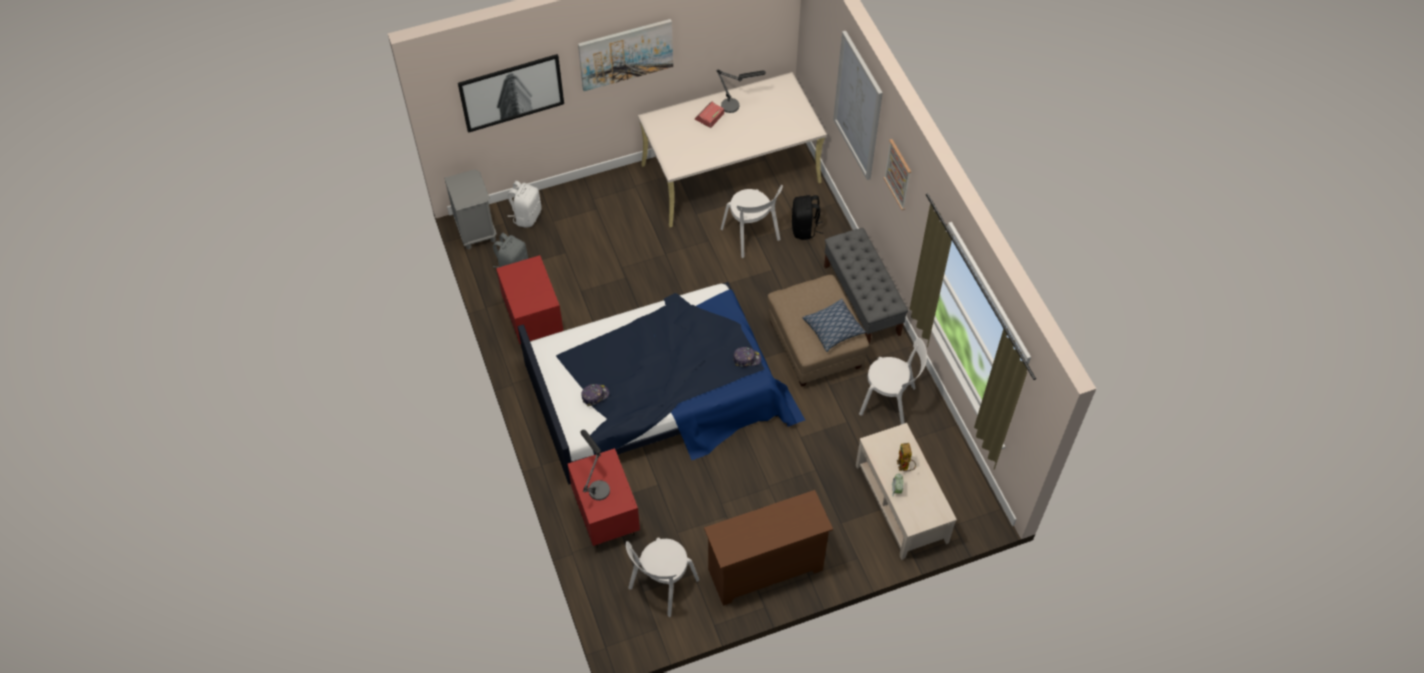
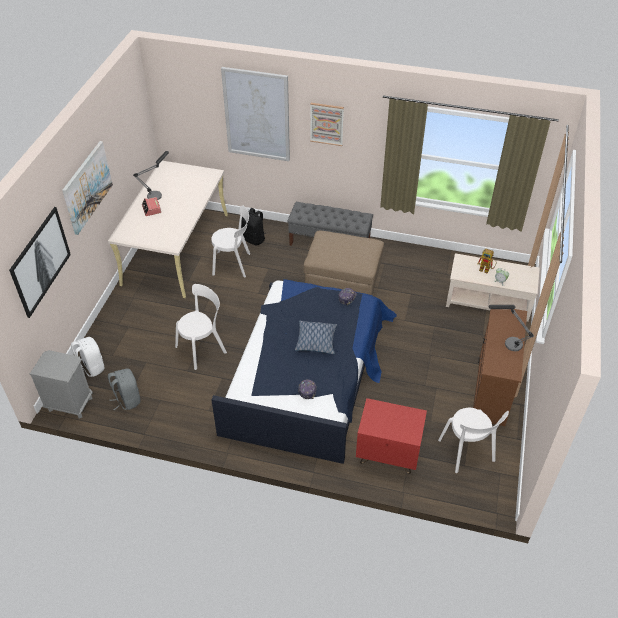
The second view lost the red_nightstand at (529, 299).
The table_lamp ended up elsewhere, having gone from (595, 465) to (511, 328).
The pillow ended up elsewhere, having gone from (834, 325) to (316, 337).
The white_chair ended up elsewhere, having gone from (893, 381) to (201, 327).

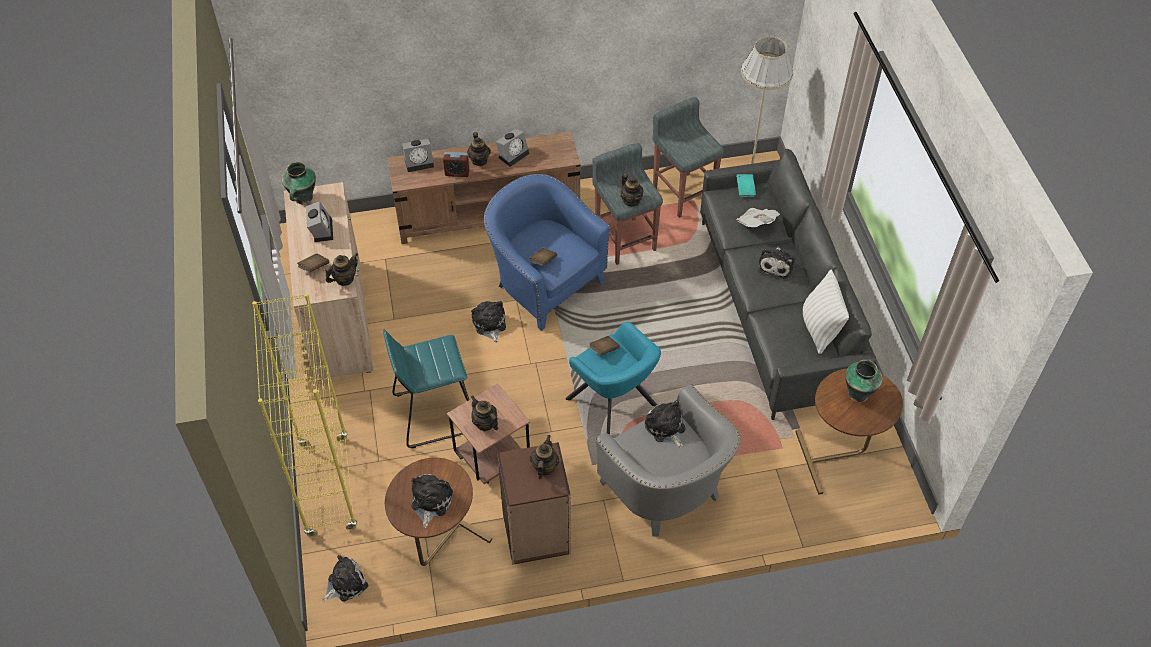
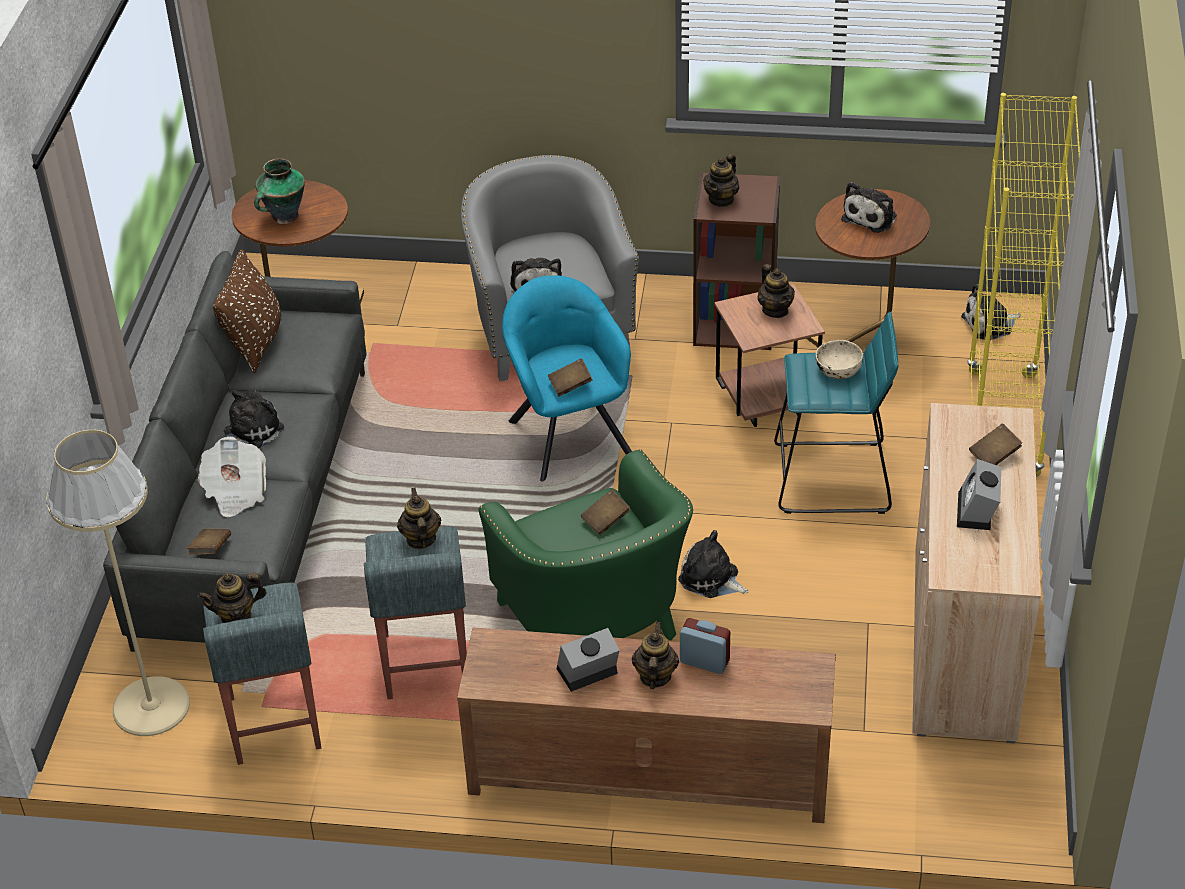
The second view lost the vase at (299, 183).
The teapot ended up elsewhere, having gone from (341, 269) to (232, 598).
The second view lost the alarm_clock at (418, 155).
The plush_toy at (488, 322) ended up facing another way, 120 degrees clockwise from before.
What was the blue_armchair at (547, 252) turned into the green_armchair at (585, 545).
What was the turquoise_book at (746, 185) turned into the brown_book at (209, 542).
What was the white_pillow at (826, 312) turned into the brown_pillow at (247, 311).
The second view gained the beige_bowl at (839, 359).

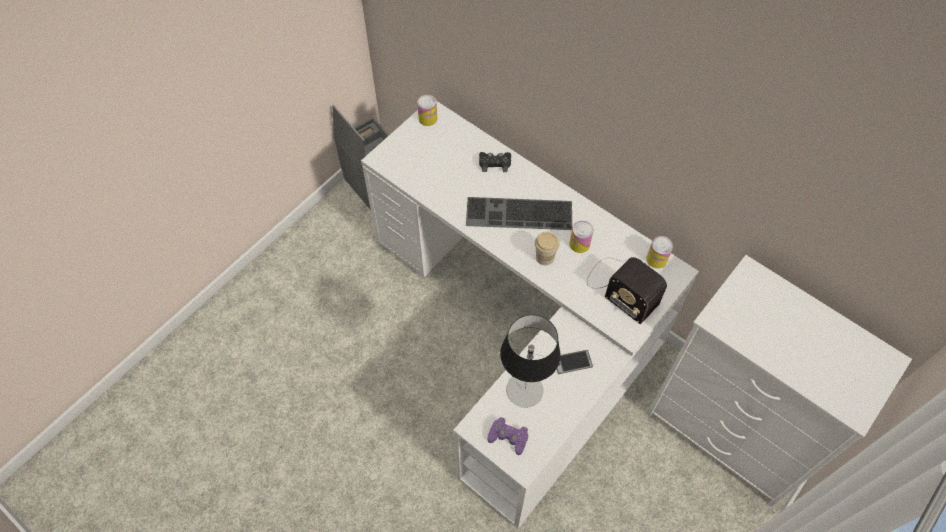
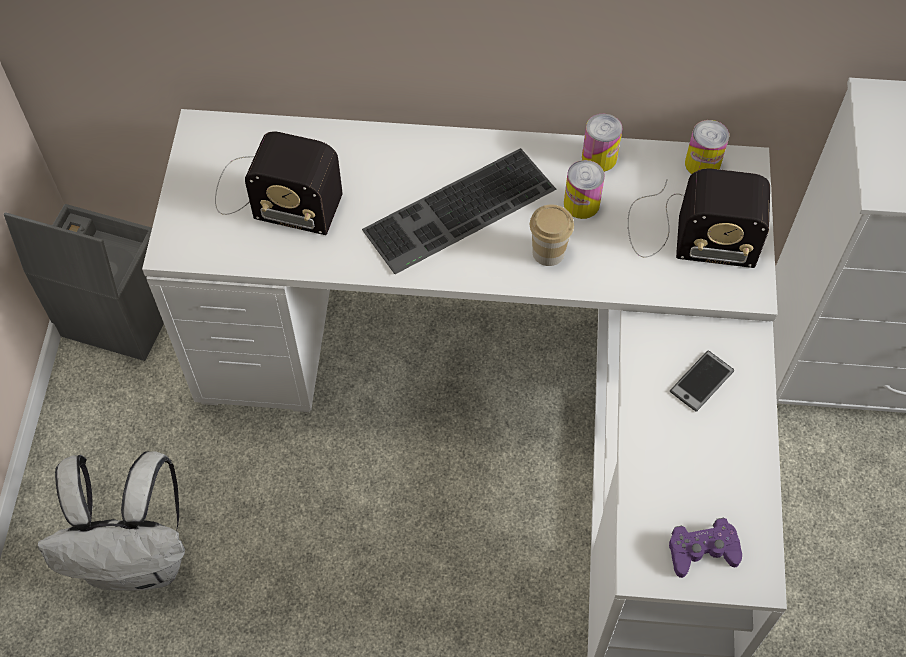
The can ended up elsewhere, having gone from (427, 110) to (602, 143).
The second view lost the black_game_controller at (495, 162).
The second view lost the table_lamp at (530, 361).
The second view gained the white_backpack at (111, 521).
The second view gained the radio at (279, 183).

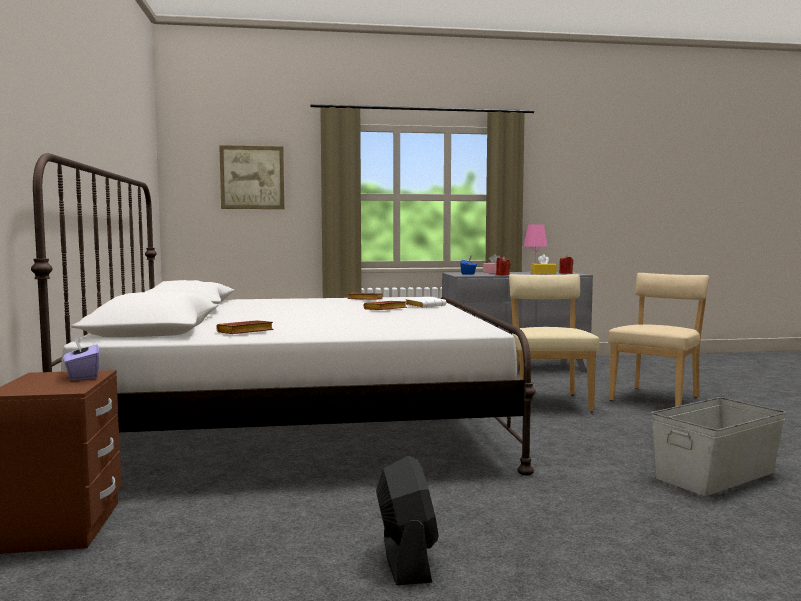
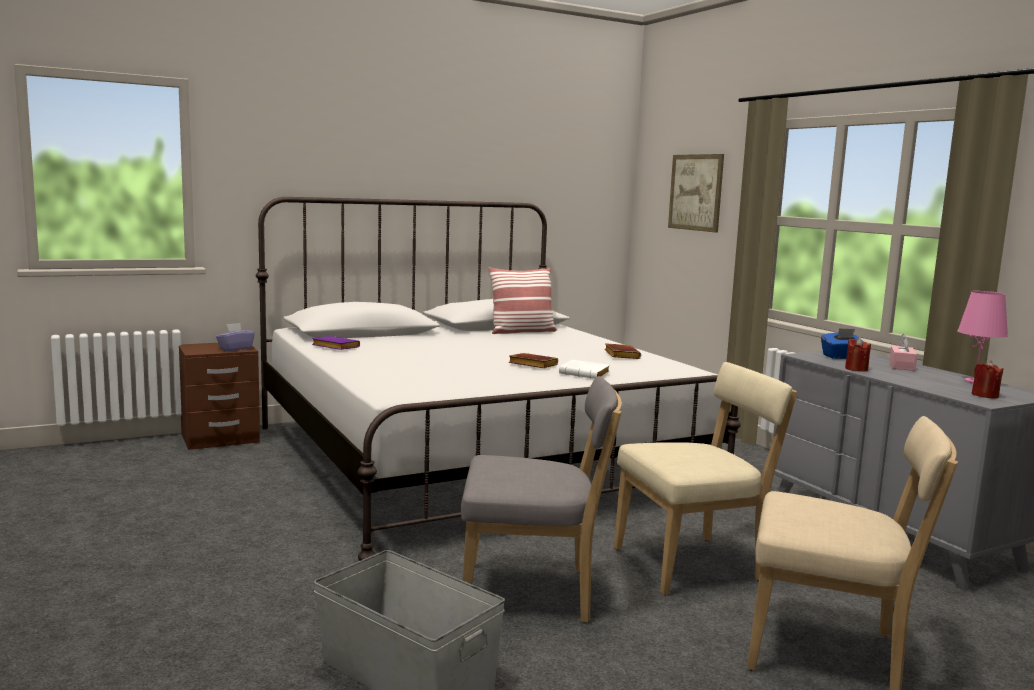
What was the brown_book at (245, 327) turned into the purple_book at (336, 343).
The second view lost the black_fan at (407, 520).
The second view lost the yellow_tissue_box at (544, 264).
The second view gained the grey_chair at (541, 499).
The second view gained the pillow at (522, 300).

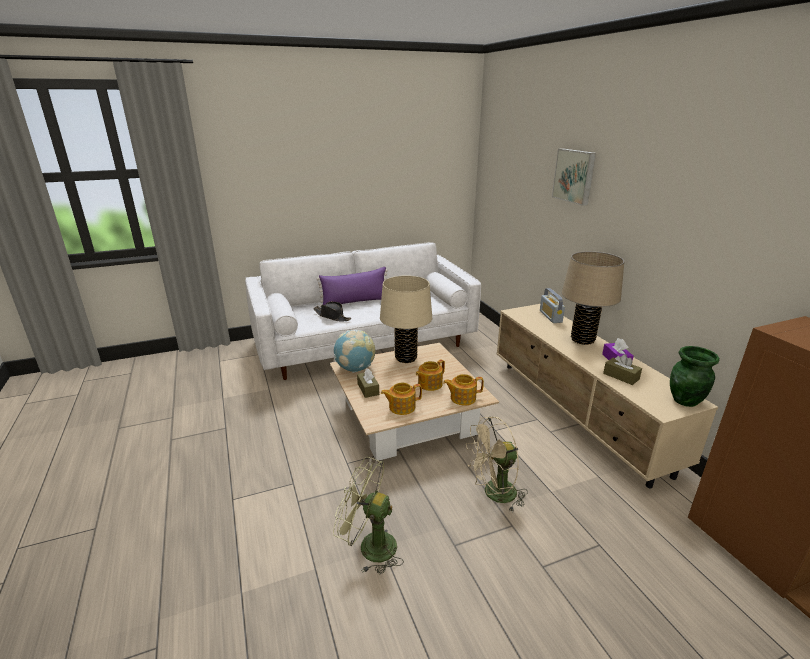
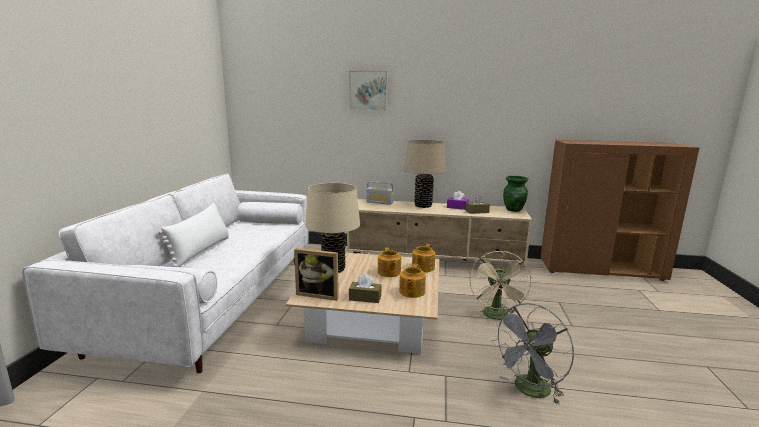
The second view lost the black_hat at (332, 311).
What was the purple_pillow at (352, 287) turned into the white_pillow at (193, 235).
What was the green_fan at (368, 515) turned into the grey_fan at (532, 354).
Where the globe stood at (355, 351), the picture_frame came to stand at (316, 274).

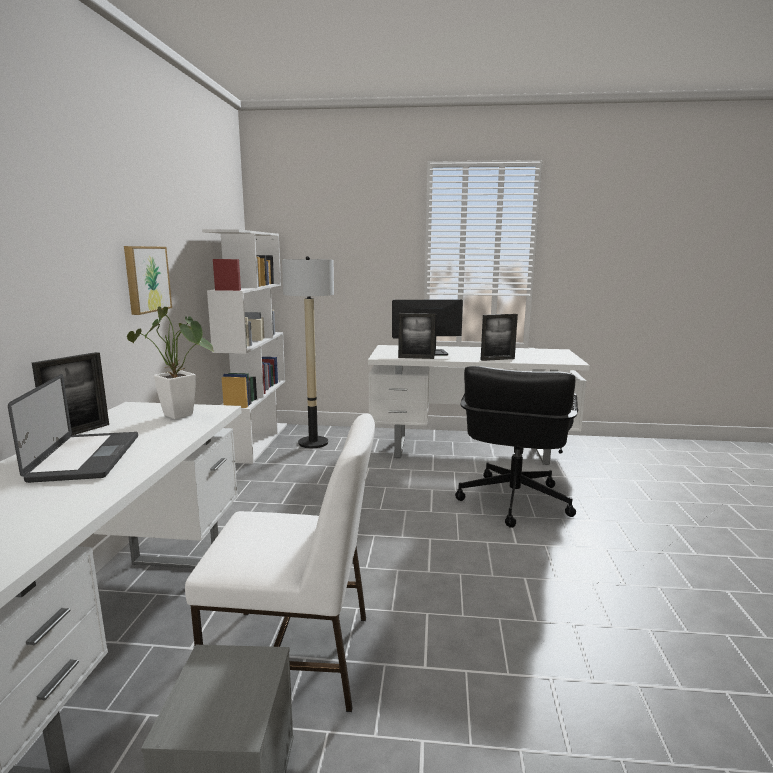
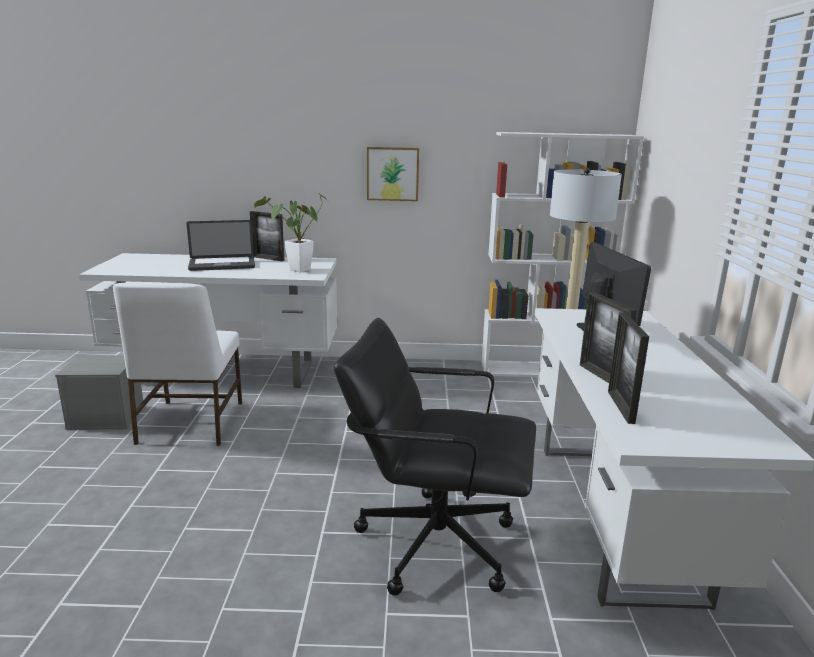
The picture_frame ended up elsewhere, having gone from (416, 336) to (628, 368).

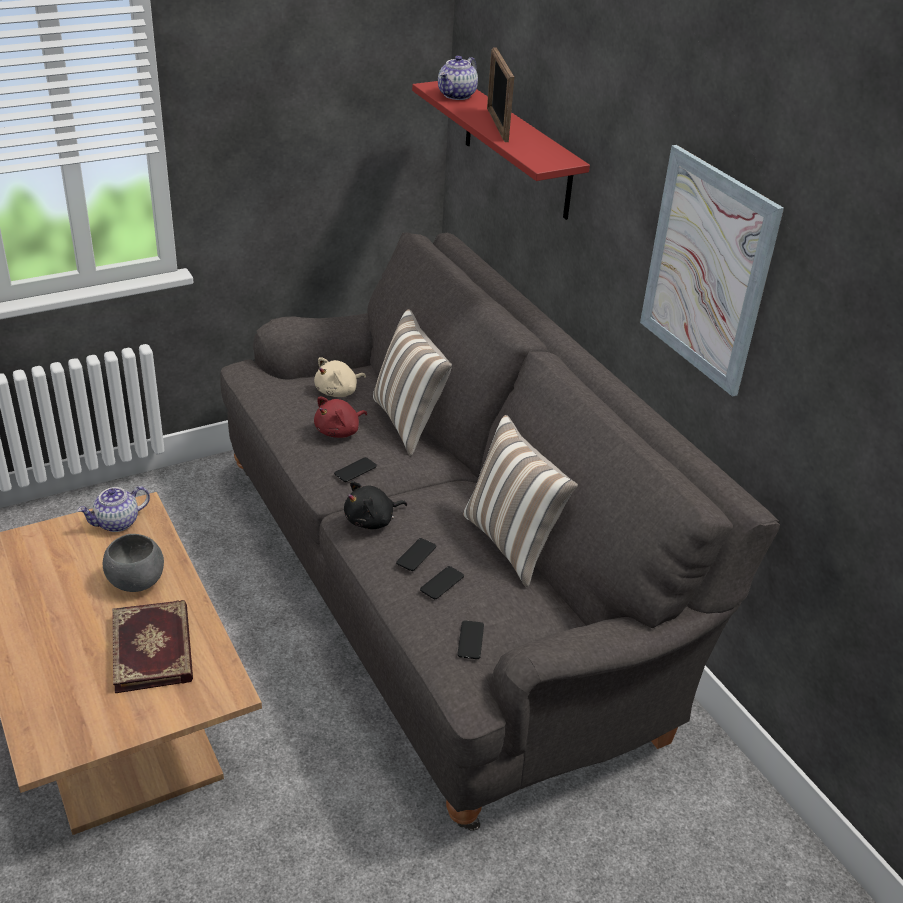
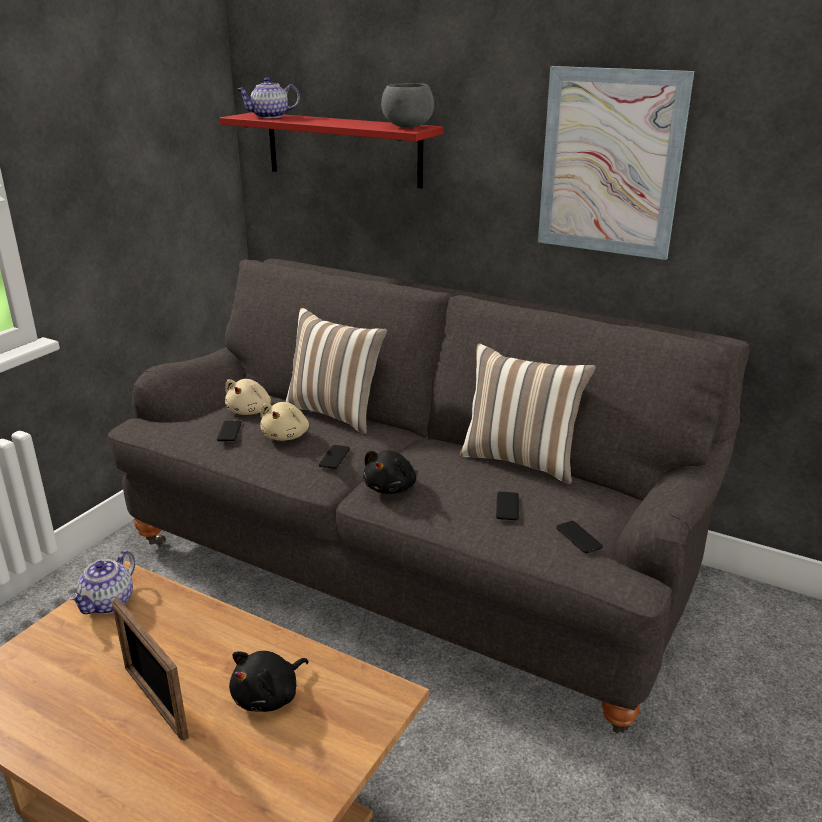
The grey_bowl ended up elsewhere, having gone from (133, 563) to (407, 105).
Where the book stood at (152, 646), the black_plush_toy came to stand at (269, 681).
What was the red_plush_toy at (340, 417) turned into the beige_plush_toy at (284, 421).
The phone ended up elsewhere, having gone from (416, 554) to (229, 431).
The teapot at (458, 78) ended up facing another way, 75 degrees clockwise from before.
The picture_frame ended up elsewhere, having gone from (500, 94) to (150, 669).

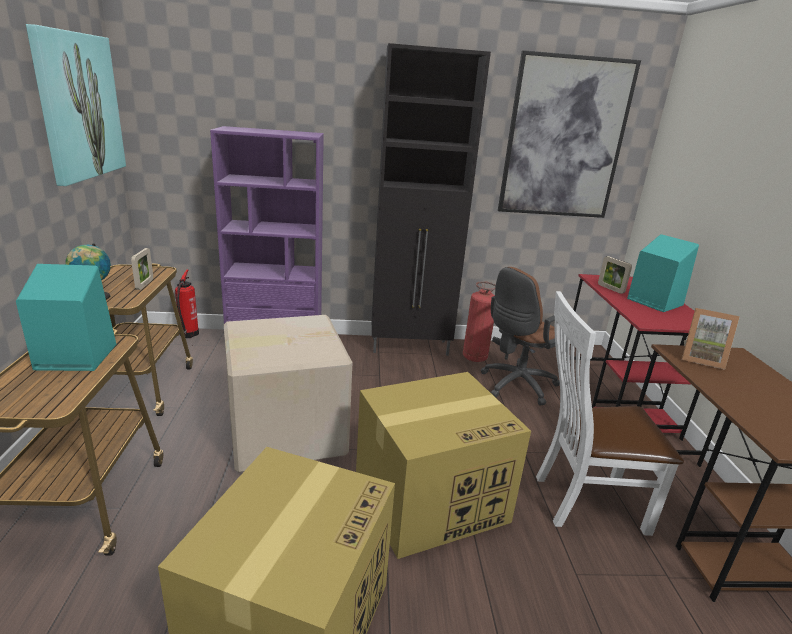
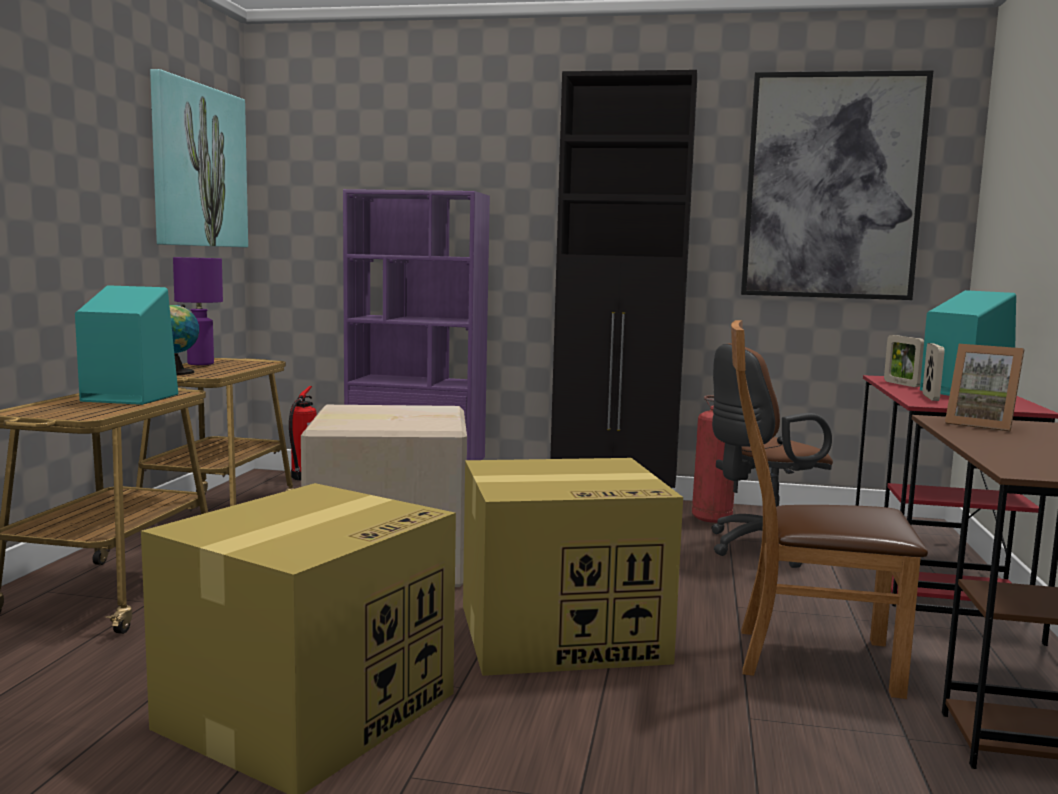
The picture_frame ended up elsewhere, having gone from (142, 269) to (933, 372).
What was the white_chair at (610, 413) turned into the brown_chair at (829, 509).
The second view gained the purple_table_lamp at (198, 311).

